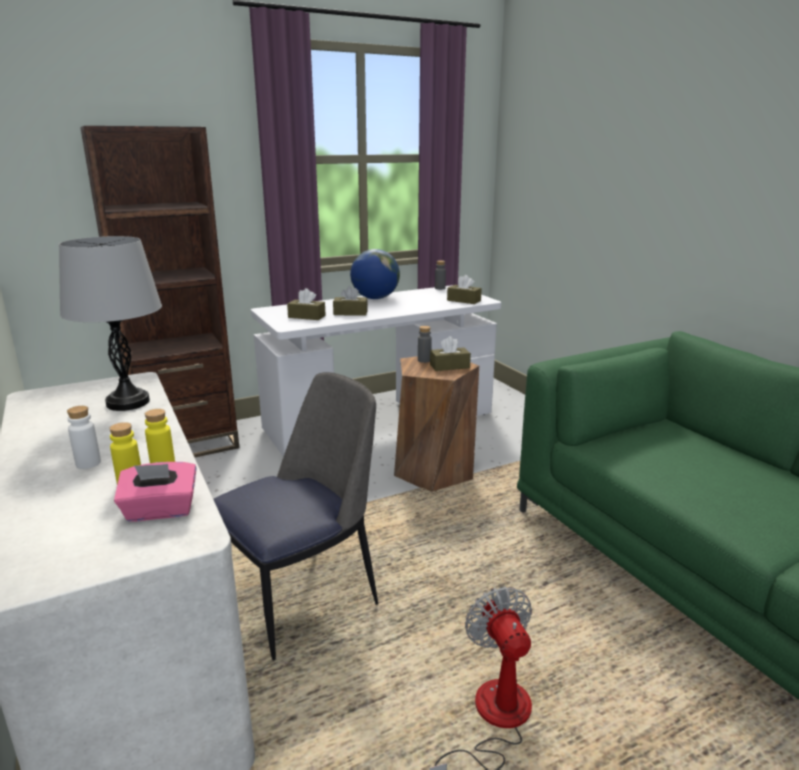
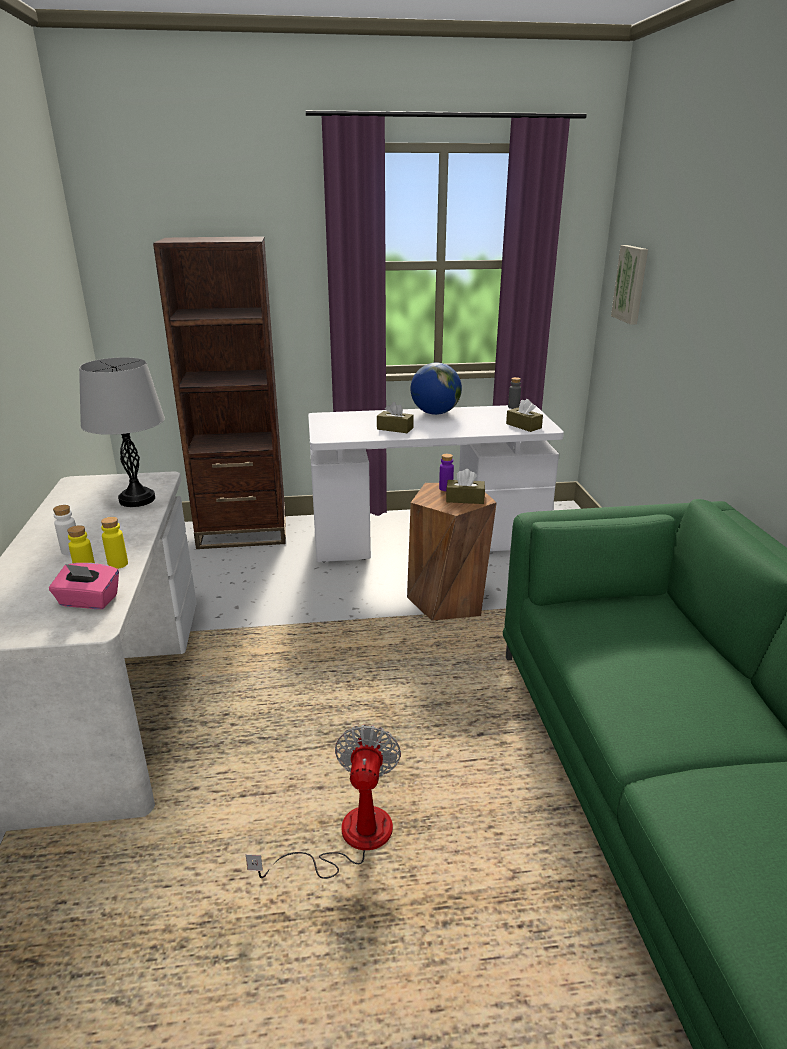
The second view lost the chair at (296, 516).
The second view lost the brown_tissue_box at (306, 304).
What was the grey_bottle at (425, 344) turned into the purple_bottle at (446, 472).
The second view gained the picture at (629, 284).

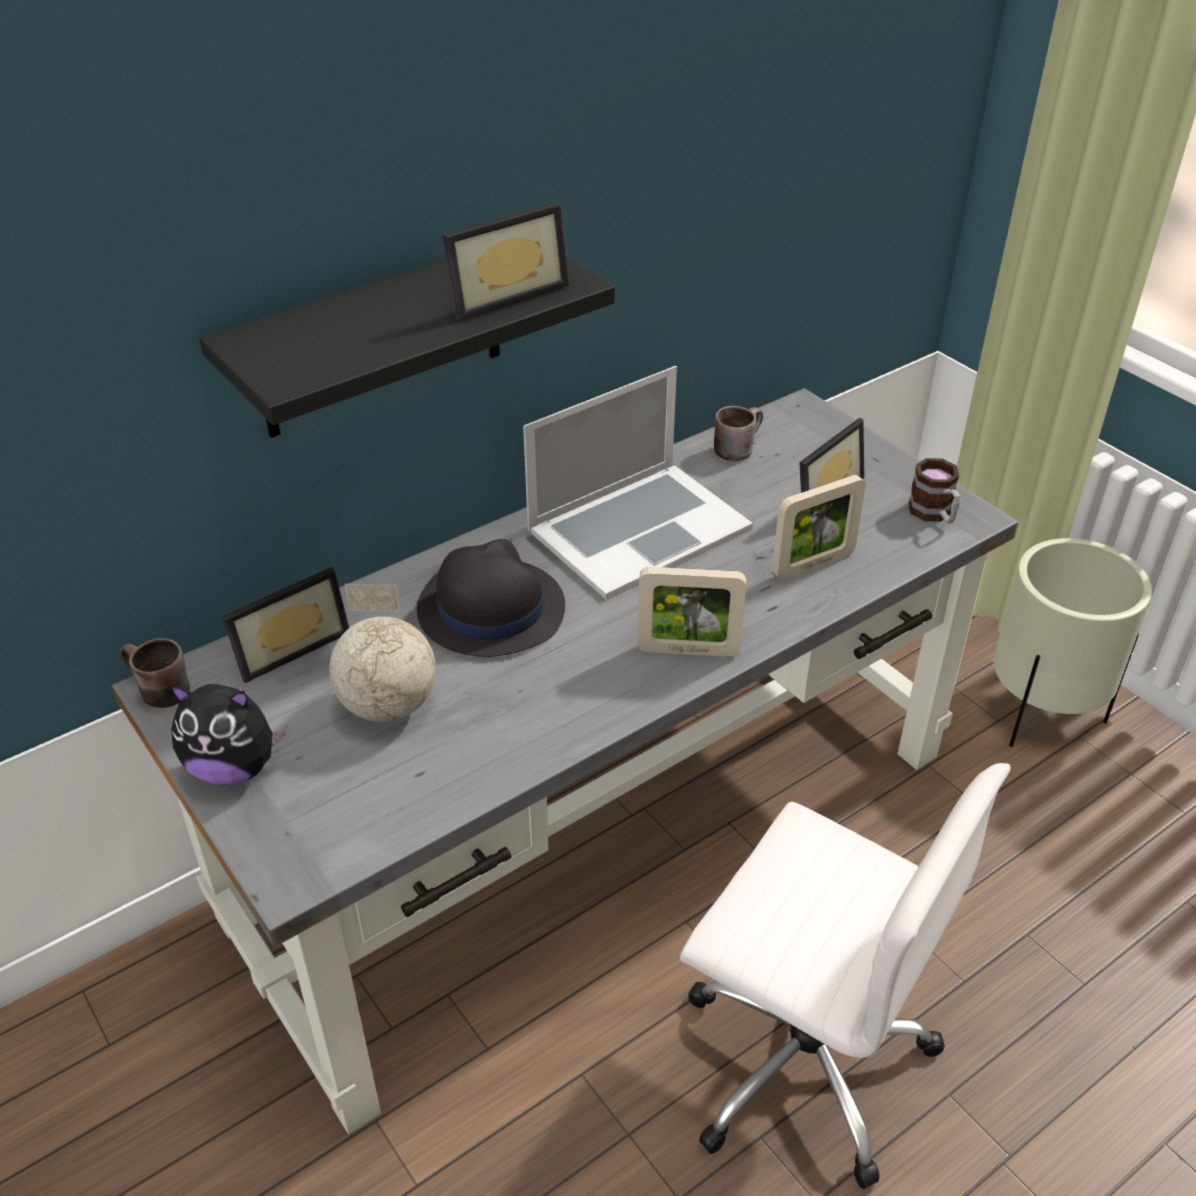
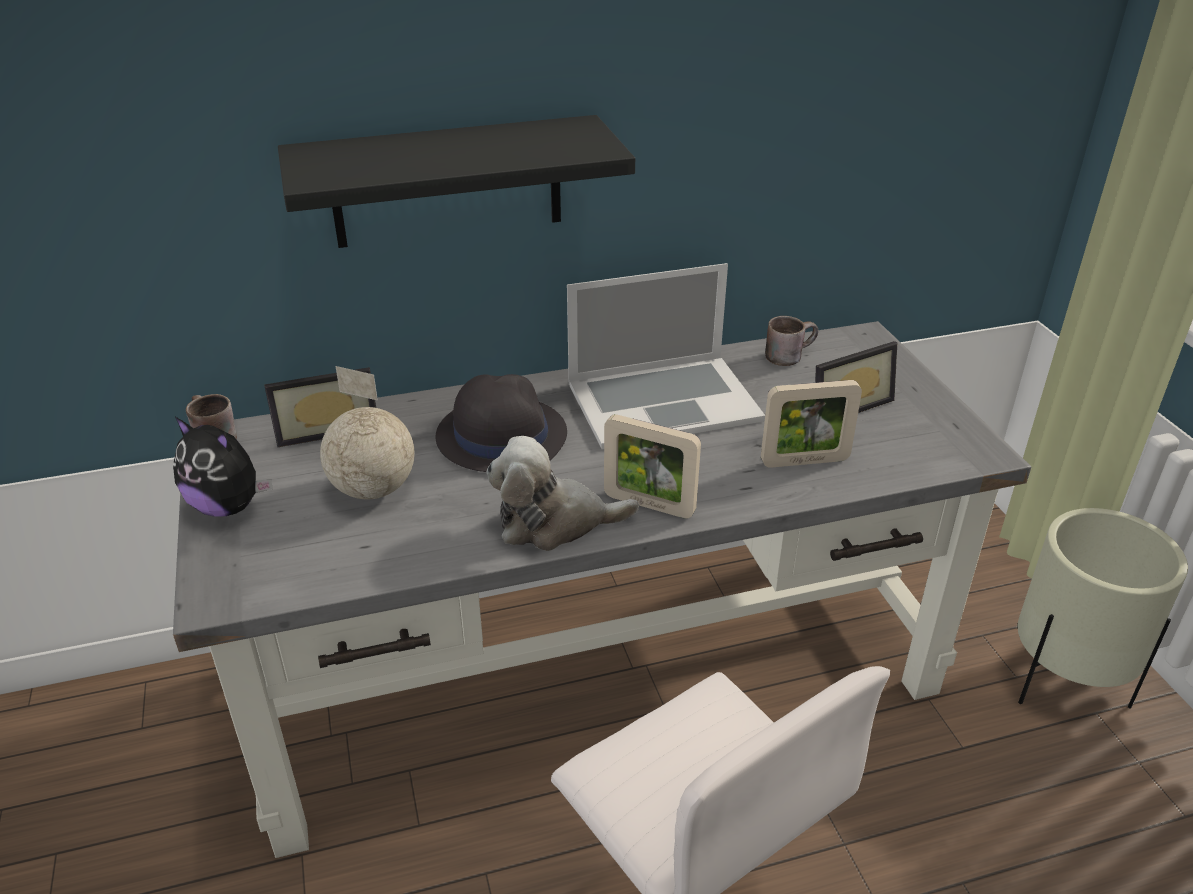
The second view lost the picture_frame at (506, 261).
The second view lost the mug at (934, 490).
The second view gained the plush_toy at (563, 493).

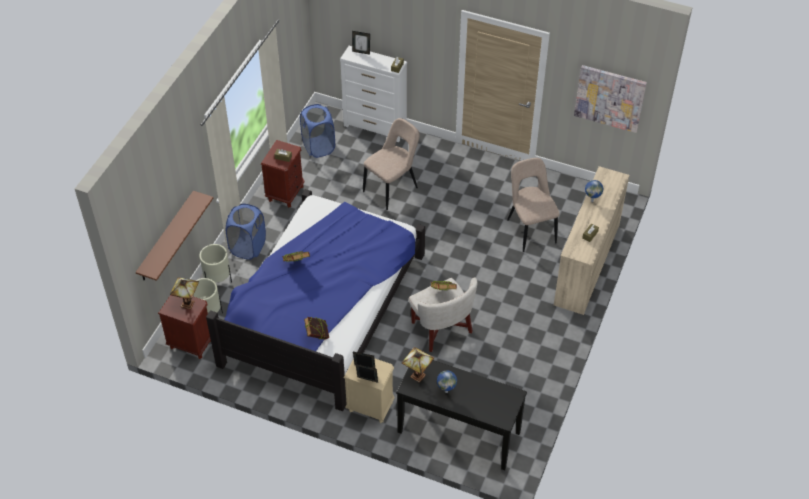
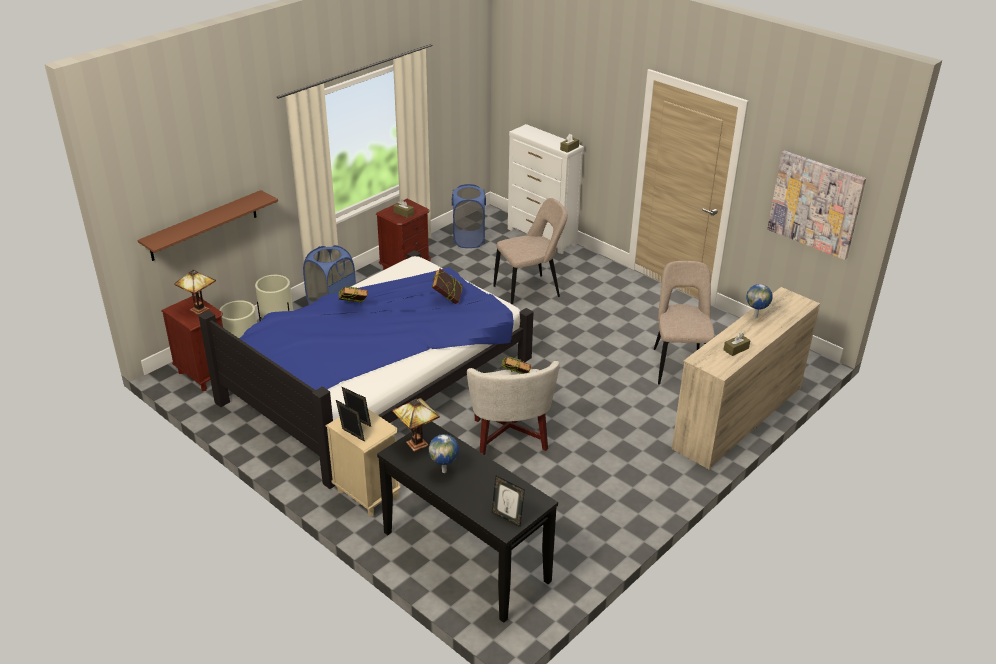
The book ended up elsewhere, having gone from (316, 328) to (447, 286).
The picture_frame ended up elsewhere, having gone from (361, 43) to (508, 501).

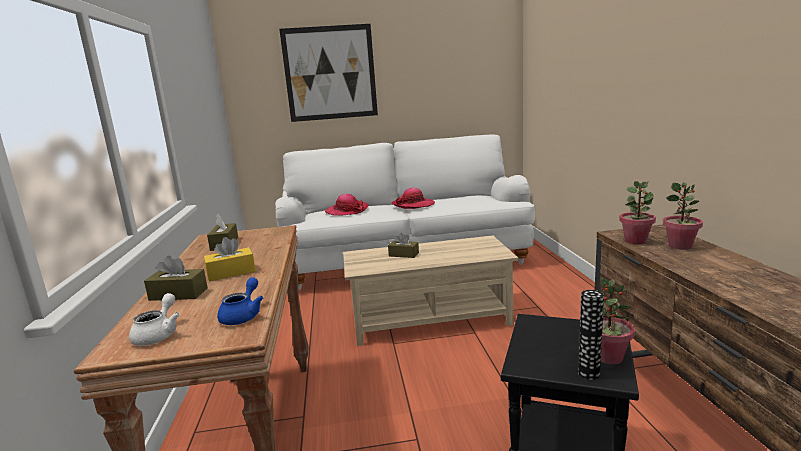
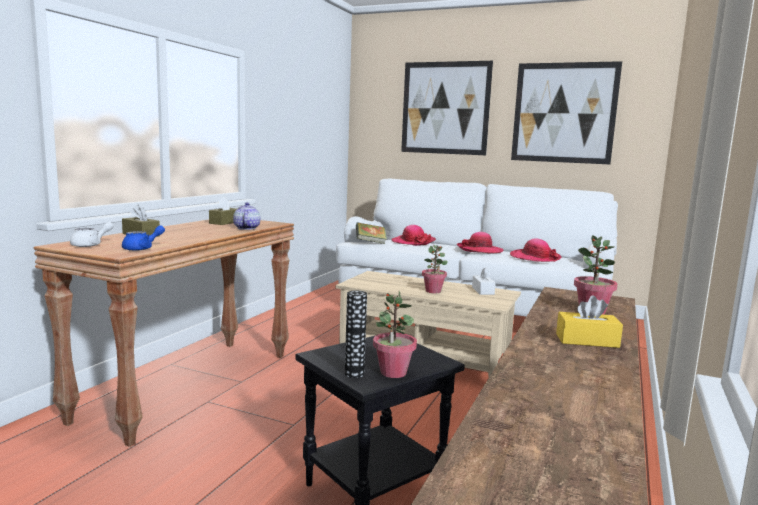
The yellow_tissue_box ended up elsewhere, having gone from (230, 259) to (589, 322).
The second view lost the brown_tissue_box at (403, 245).
The potted_plant ended up elsewhere, having gone from (637, 212) to (435, 269).
The second view gained the teapot at (246, 216).
The second view gained the book at (371, 233).
The second view gained the white_tissue_box at (483, 281).
The second view gained the hat at (535, 250).
The second view gained the picture at (566, 112).

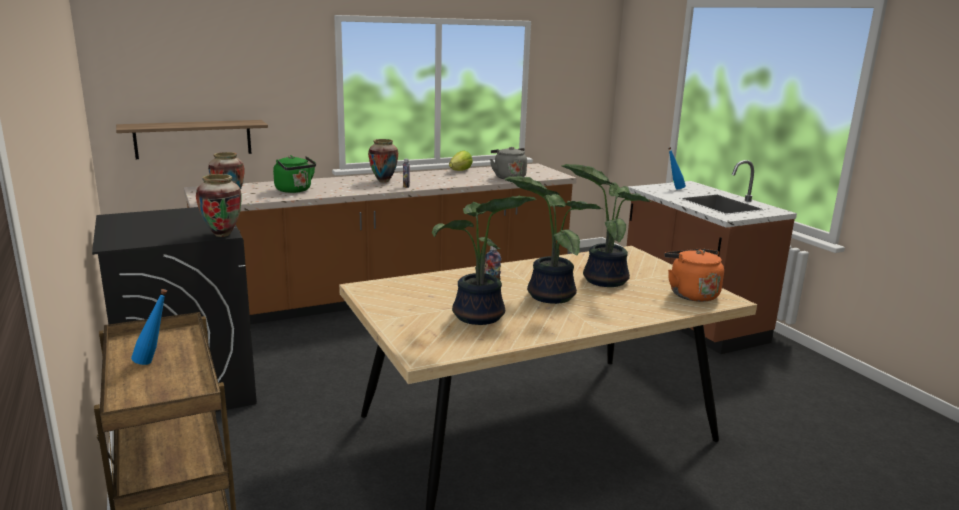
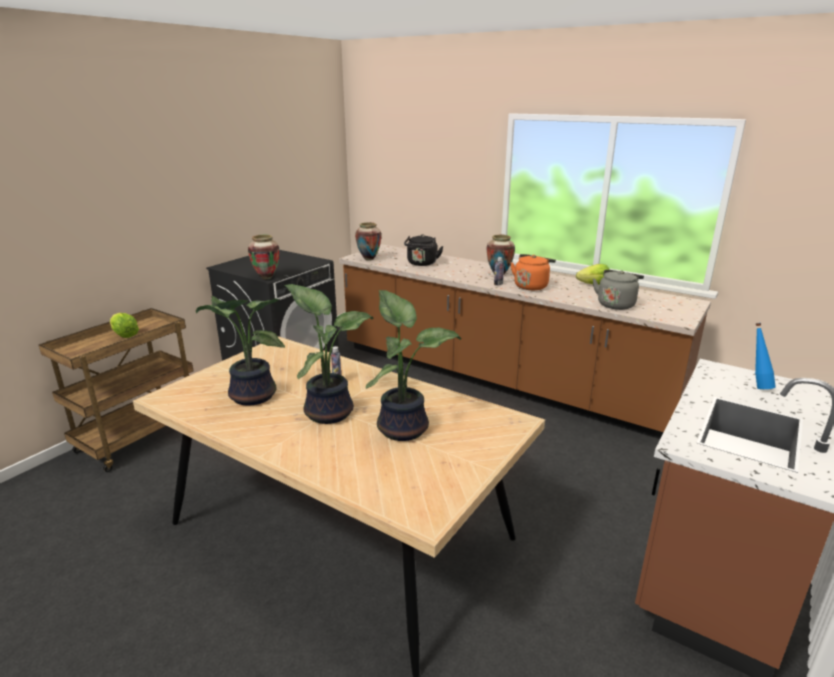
The second view lost the shelf at (192, 139).
Where the blue_bottle stood at (149, 327), the lettuce came to stand at (124, 325).
What was the green_kettle at (294, 174) turned into the black_kettle at (423, 250).
The orange_kettle ended up elsewhere, having gone from (694, 275) to (533, 272).

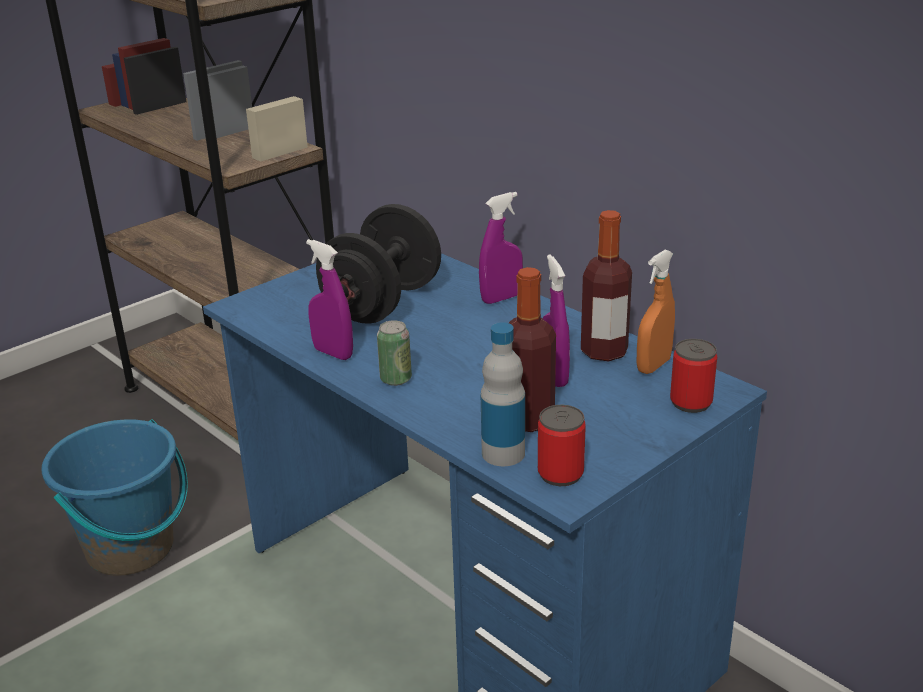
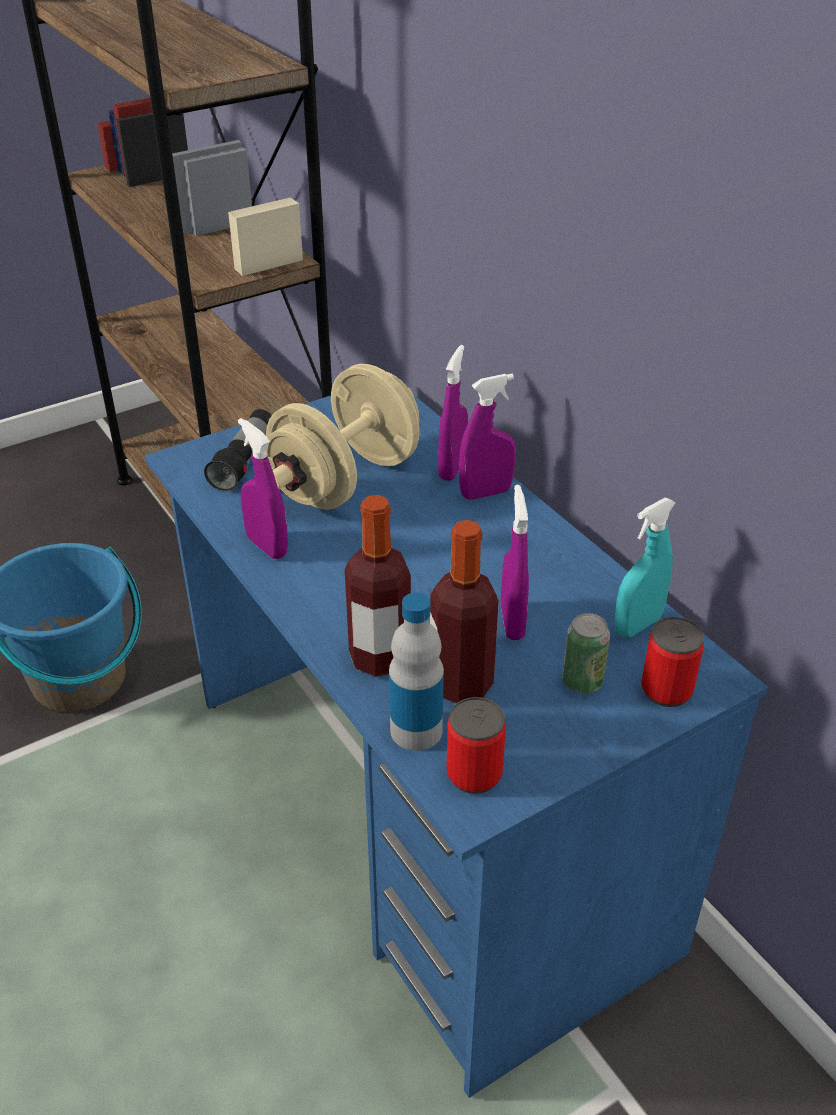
What was the black_dumbbell at (378, 264) turned into the beige_dumbbell at (343, 437).
The can ended up elsewhere, having gone from (394, 353) to (586, 653).
The bottle ended up elsewhere, having gone from (606, 285) to (378, 586).
What was the orange_spray_bottle at (656, 312) turned into the turquoise_spray_bottle at (645, 567).
The second view gained the flashlight at (238, 450).
The second view gained the purple_spray_bottle at (453, 413).

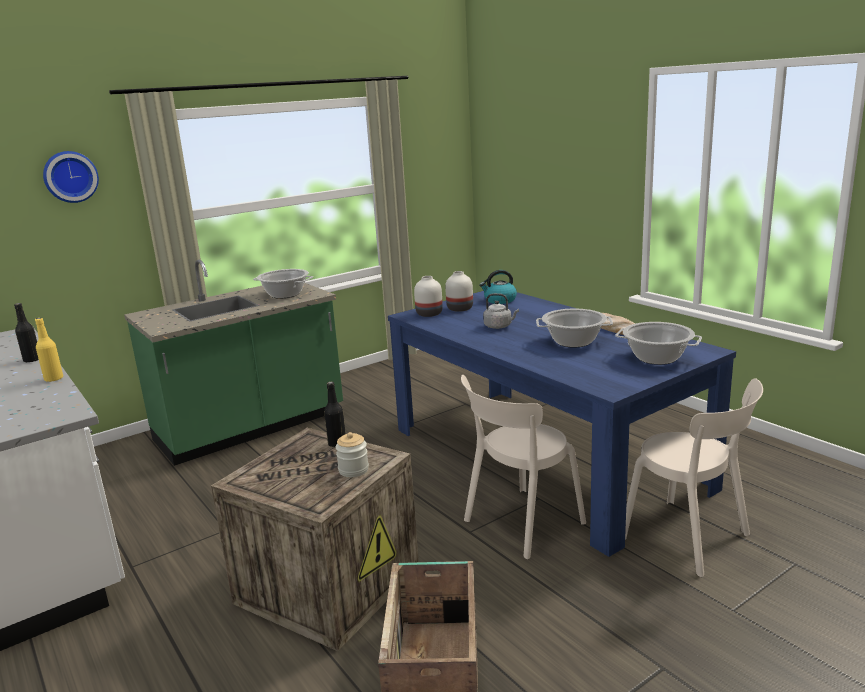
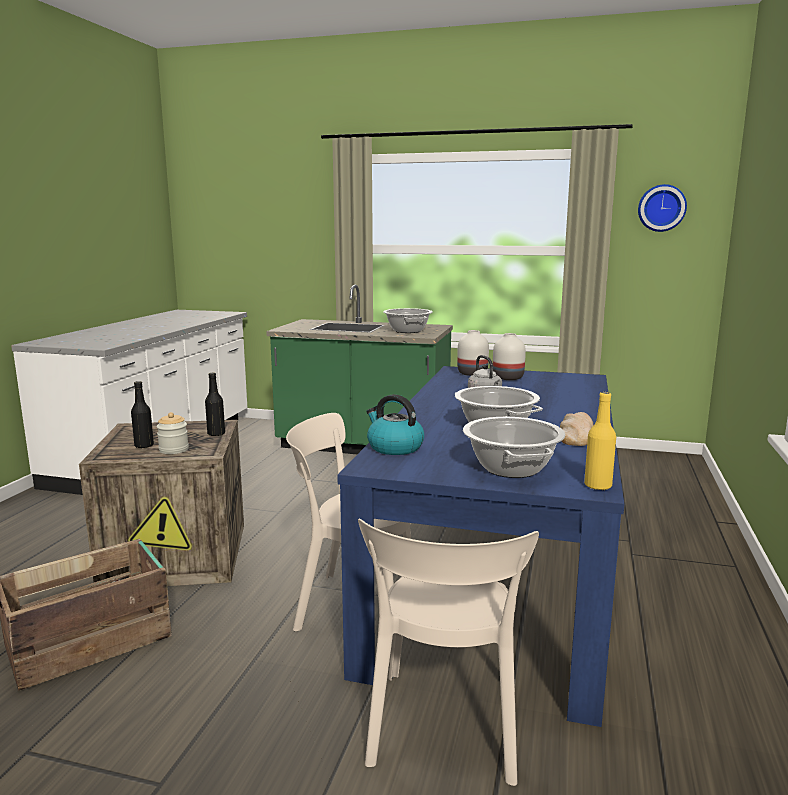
The black_bottle ended up elsewhere, having gone from (26, 333) to (142, 415).
The yellow_bottle ended up elsewhere, having gone from (49, 350) to (600, 441).
The wall_clock ended up elsewhere, having gone from (71, 177) to (662, 208).
The kettle ended up elsewhere, having gone from (498, 287) to (395, 424).

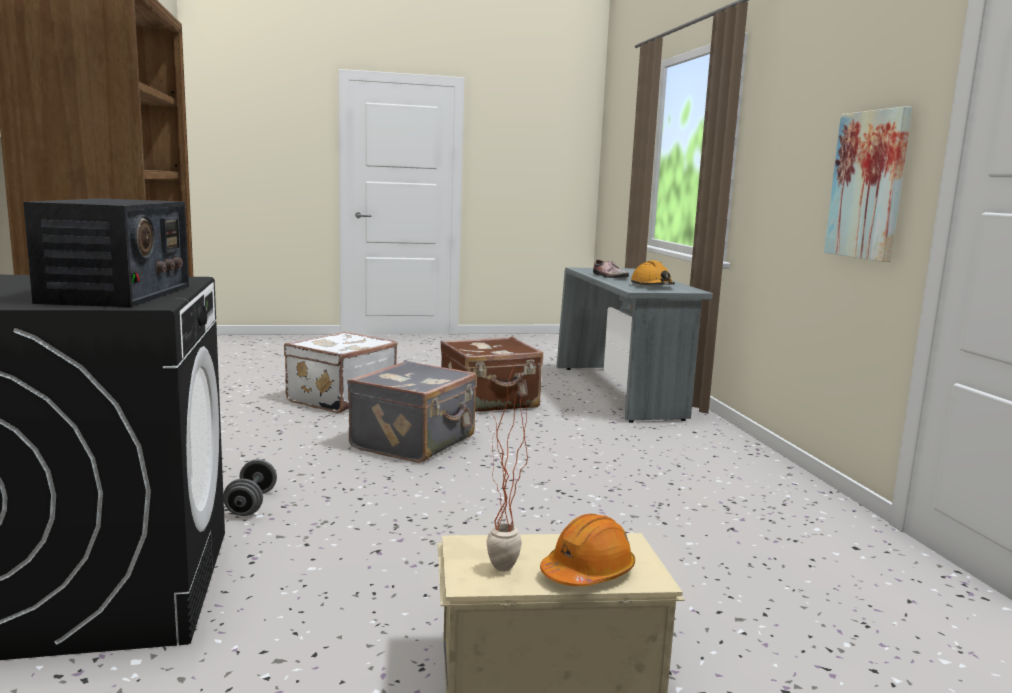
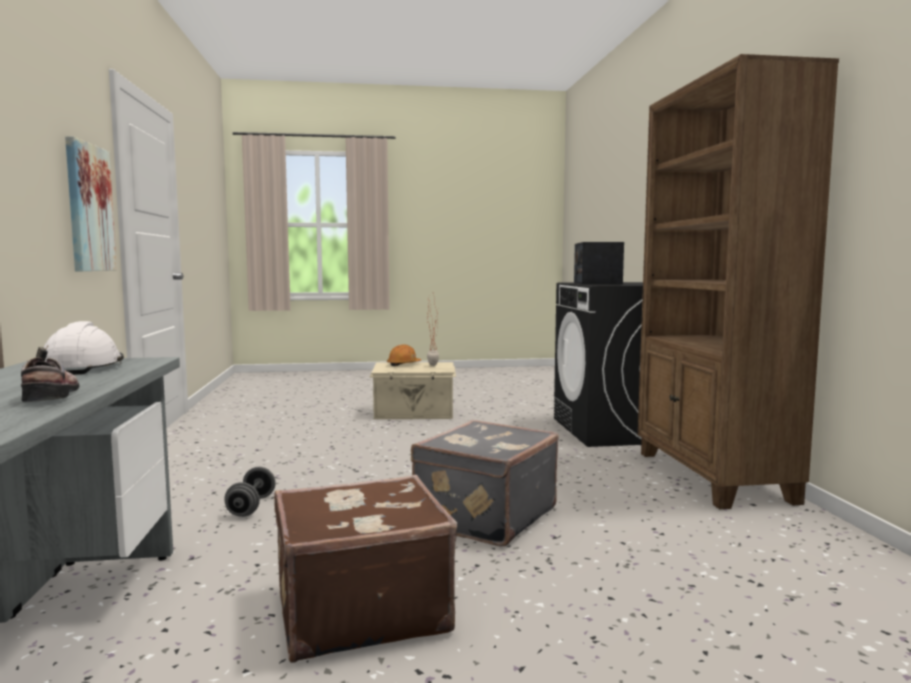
The grey_dumbbell ended up elsewhere, having gone from (250, 487) to (250, 492).
The second view lost the white_suitcase at (341, 372).
What was the orange_hard_hat at (653, 272) turned into the white_hard_hat at (80, 348).

